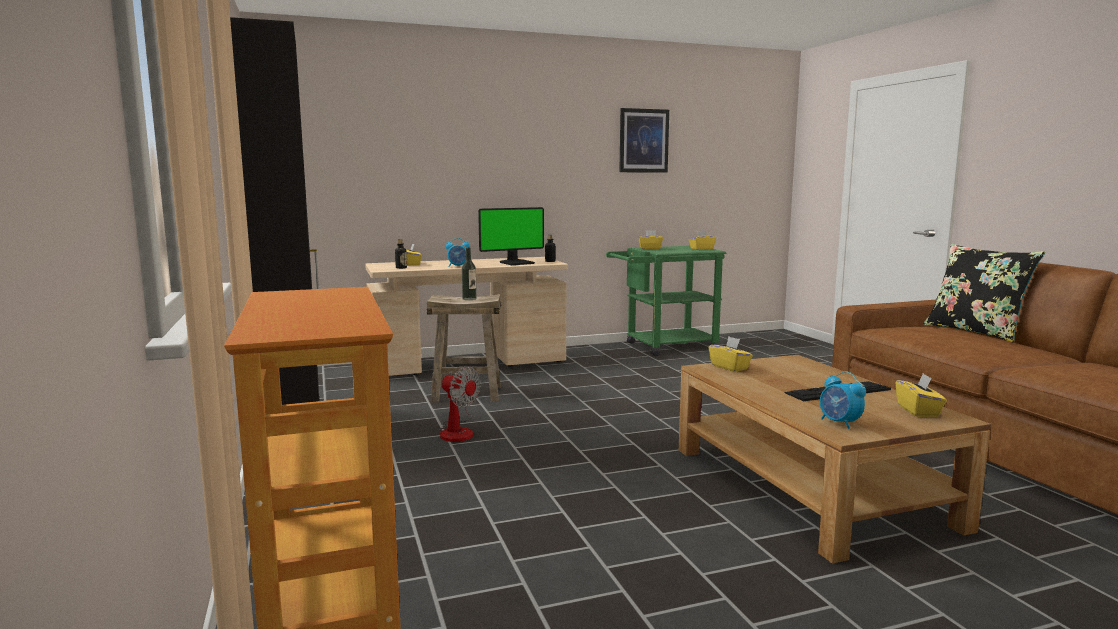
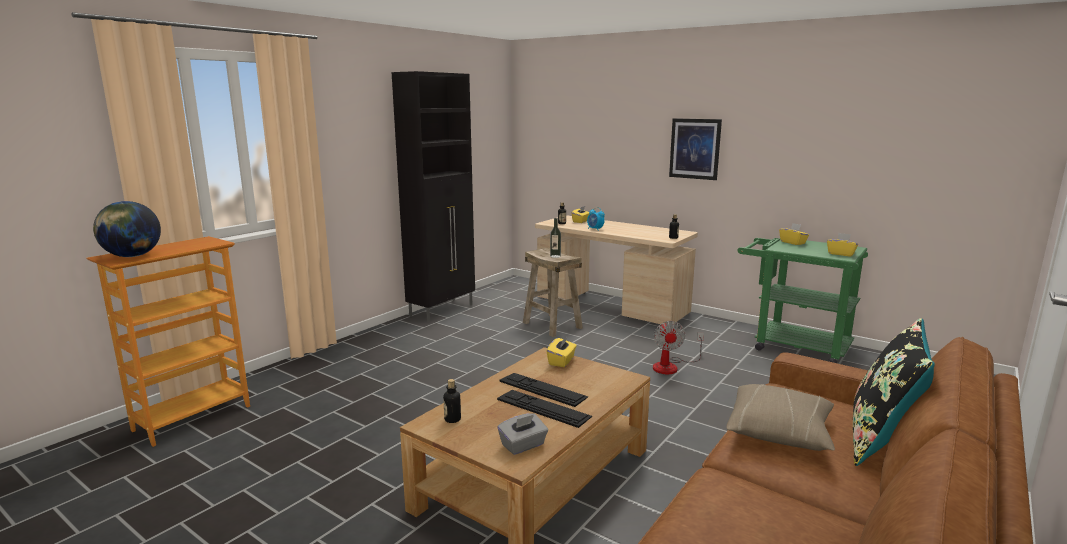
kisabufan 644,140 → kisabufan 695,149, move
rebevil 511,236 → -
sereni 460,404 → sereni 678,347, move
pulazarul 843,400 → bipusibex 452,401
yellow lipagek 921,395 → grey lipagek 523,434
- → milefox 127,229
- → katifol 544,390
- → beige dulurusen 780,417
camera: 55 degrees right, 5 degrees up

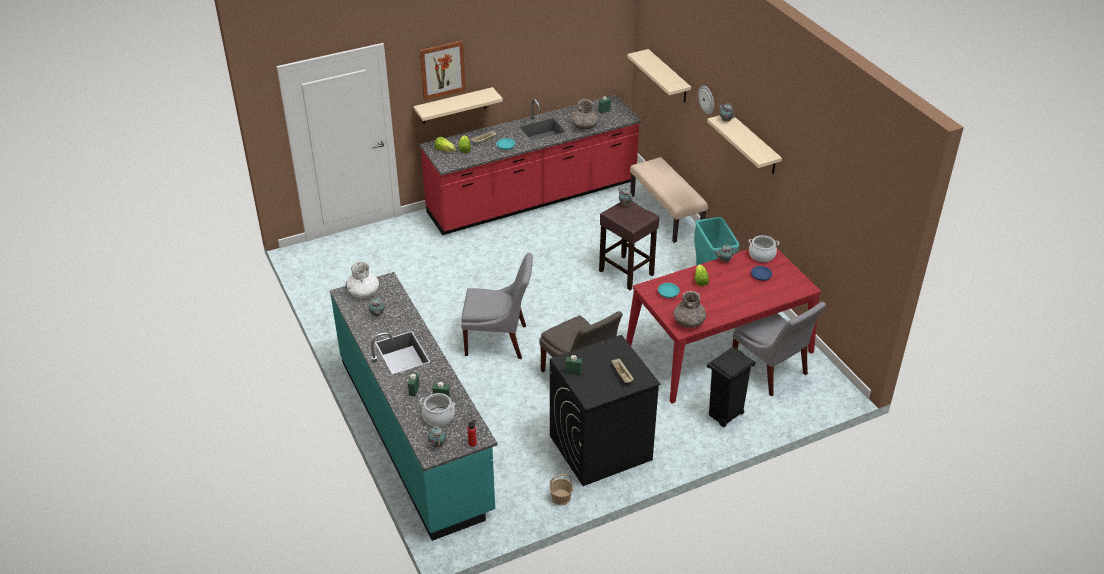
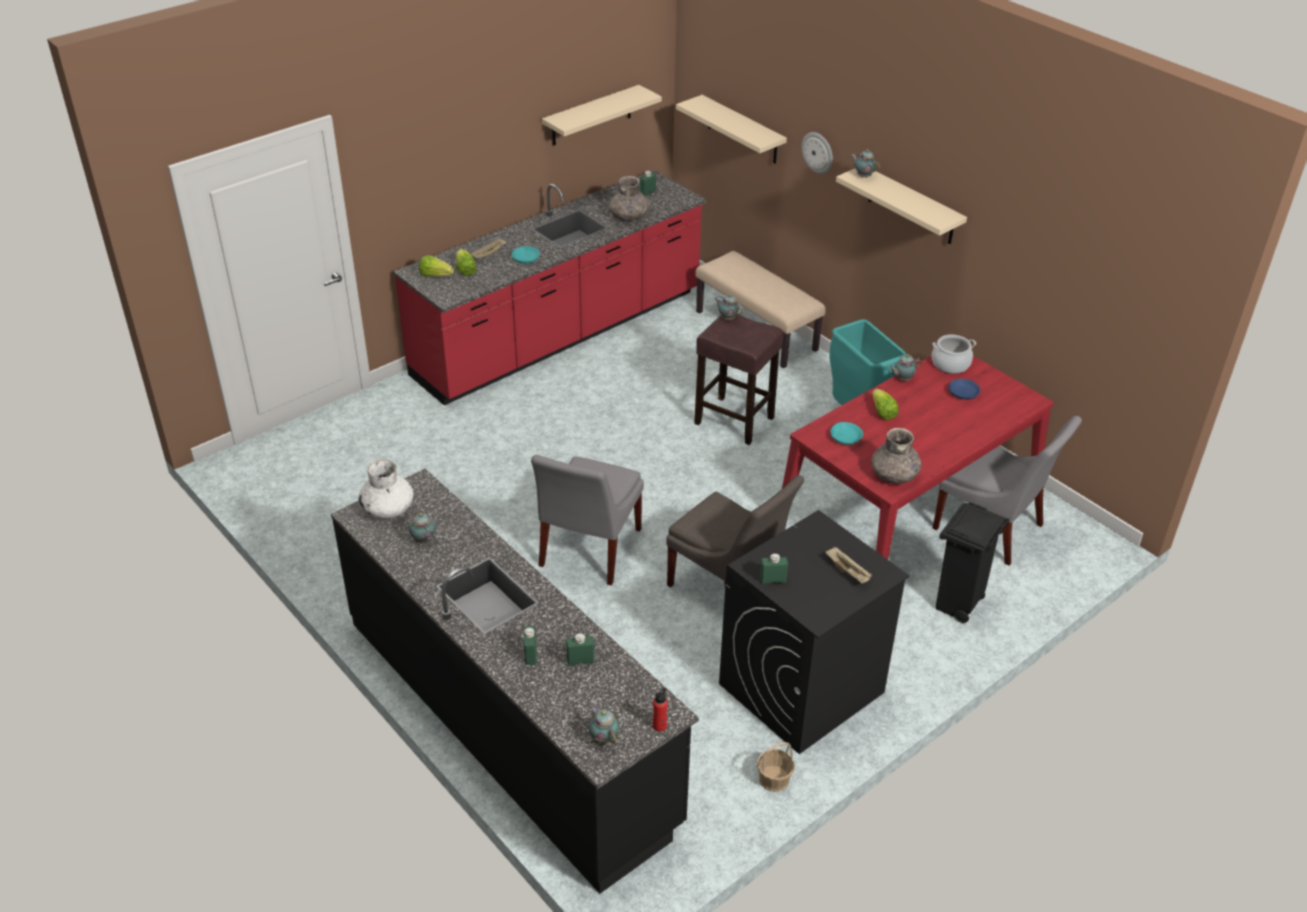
kisabufan 442,70 → -
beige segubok 458,105 → beige segubok 602,115, move
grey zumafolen 497,306 → grey zumafolen 587,520, 120 degrees clockwise
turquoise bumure 413,406 → black bumure 515,681
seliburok 437,410 → -
camera: 15 degrees left, 0 degrees up

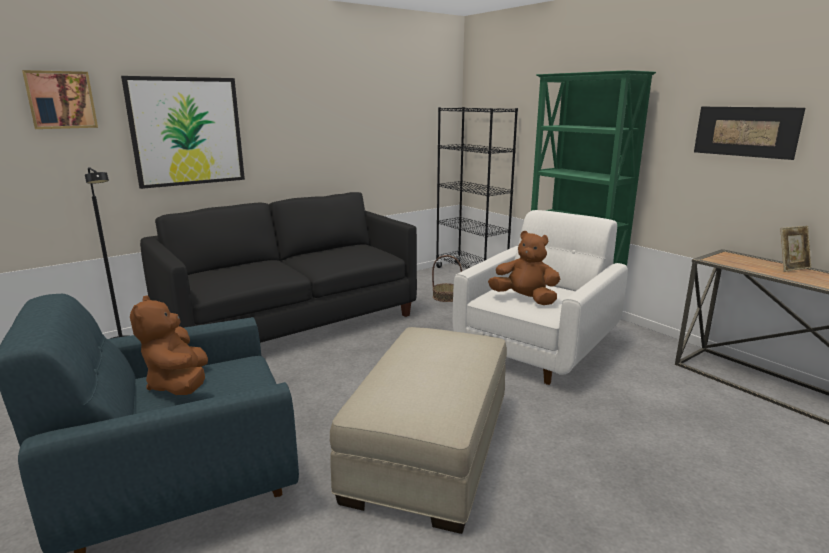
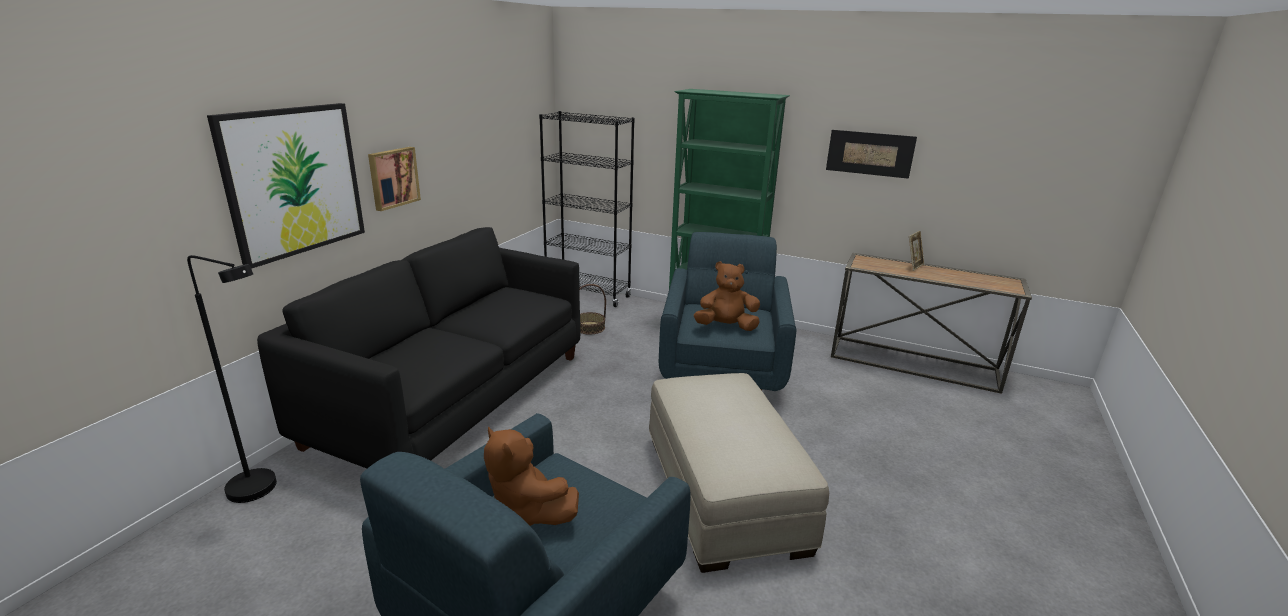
kisabufan 60,99 → kisabufan 394,179, move
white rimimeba 540,297 → blue rimimeba 727,311
camera: 30 degrees left, 5 degrees up

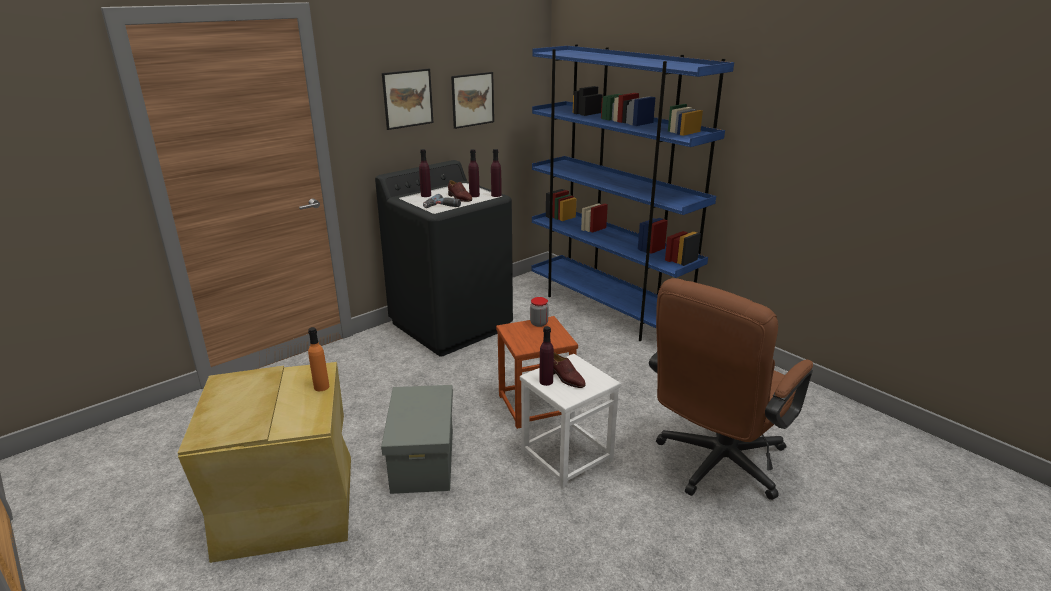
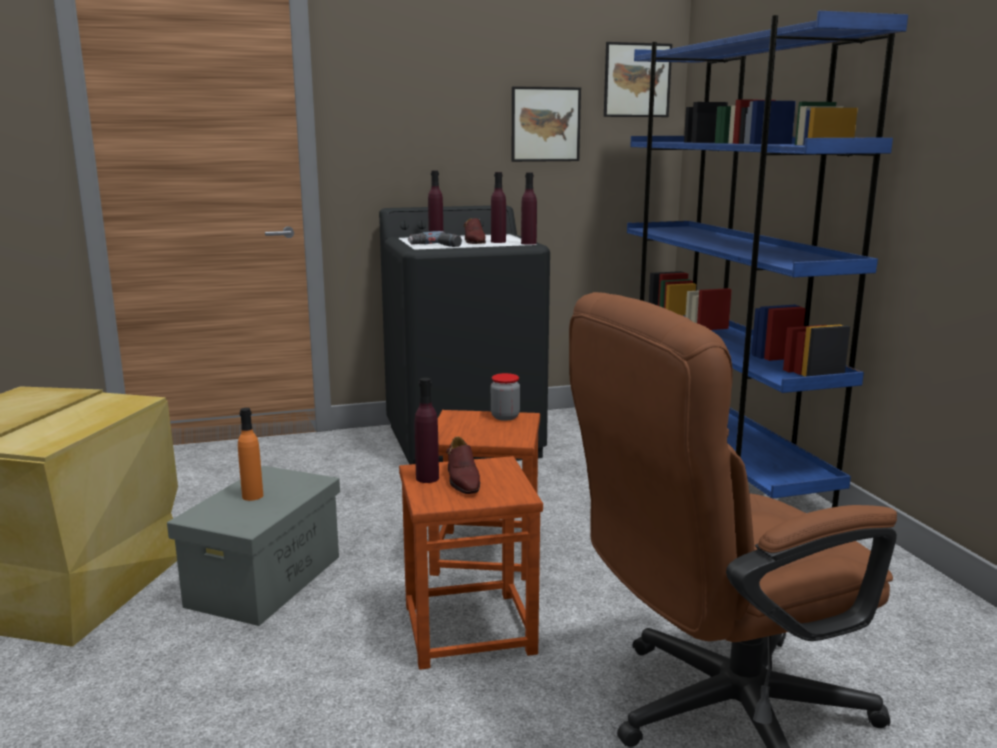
kisabufan 407,99 → kisabufan 638,79, move
orange bipusibex 318,359 → orange bipusibex 250,454, move
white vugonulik 570,421 → brown vugonulik 471,563
camera: 25 degrees right, 10 degrees down

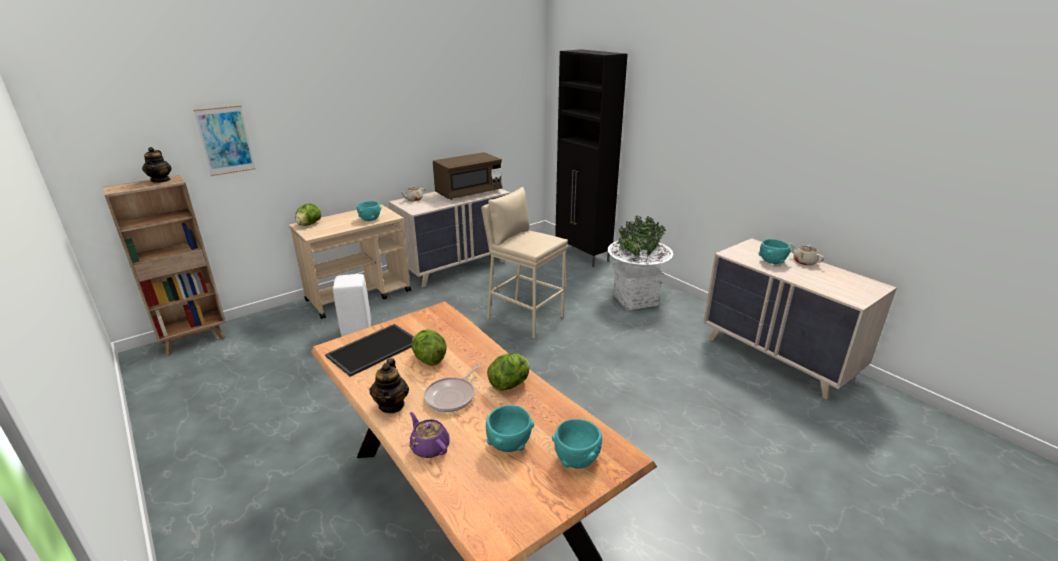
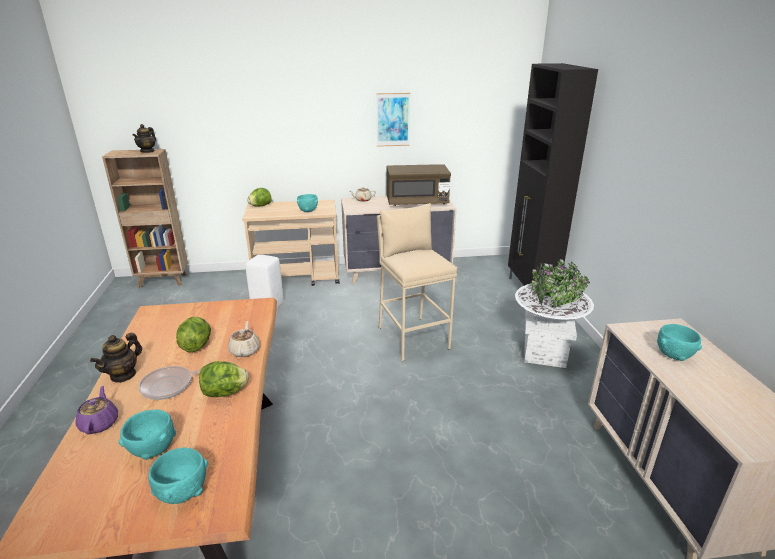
kisabufan 224,140 → kisabufan 393,120, move
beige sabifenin 807,254 → beige sabifenin 244,339, move
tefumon 369,350 → -
camera: 30 degrees right, 0 degrees up

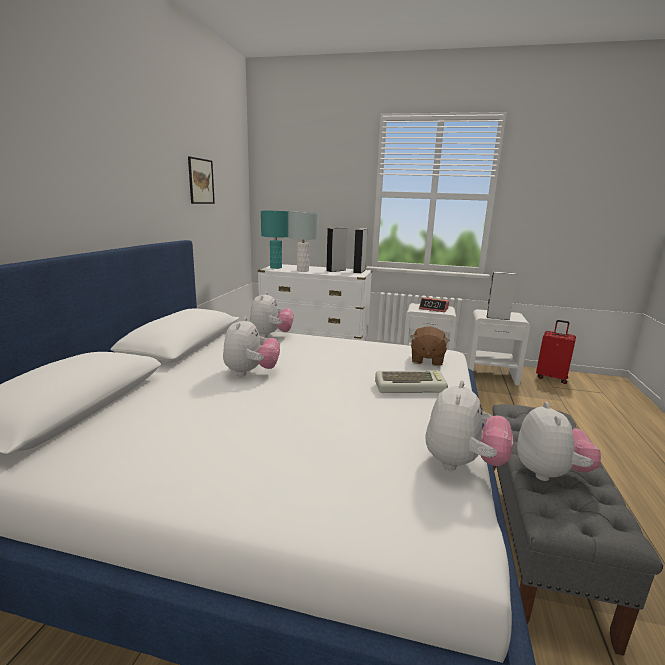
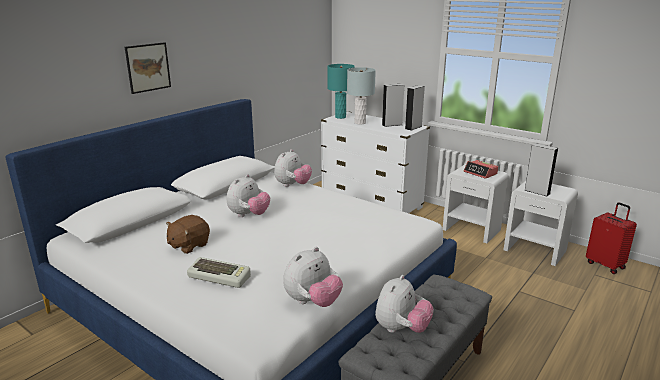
kisabufan 201,180 → kisabufan 148,68, move
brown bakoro 430,346 → brown bakoro 188,234, move
katifol 411,382 → katifol 219,272, move
camera: 25 degrees right, 5 degrees up

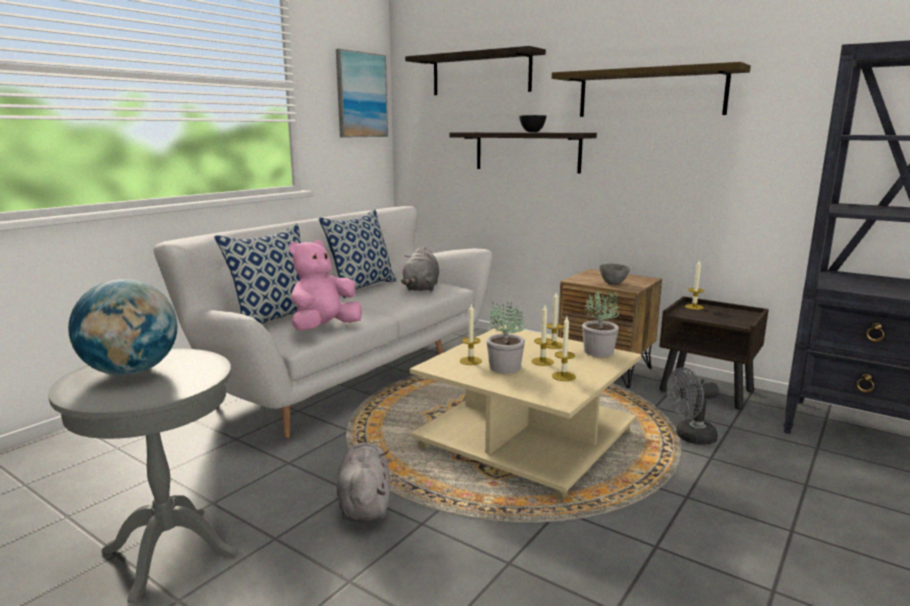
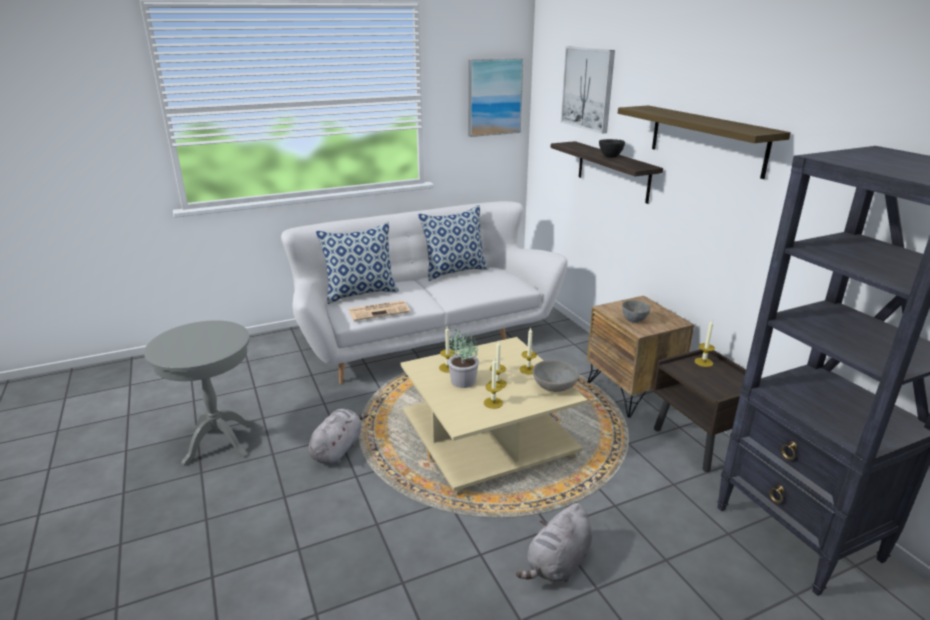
segubok 475,70 → kisabufan 588,90
pink bakoro 325,285 → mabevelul 379,310
grey bakoro 420,269 → grey bakoro 554,542, move
milefox 122,327 → -
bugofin 600,323 → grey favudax 556,376
grey sereni 693,406 → -
camera: 30 degrees right, 10 degrees up

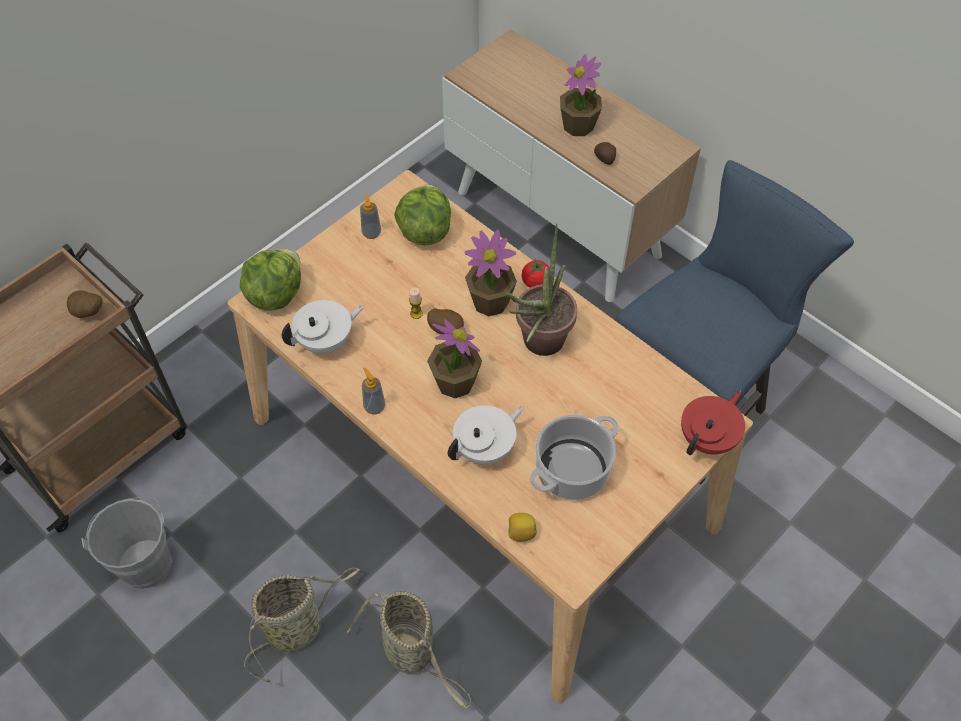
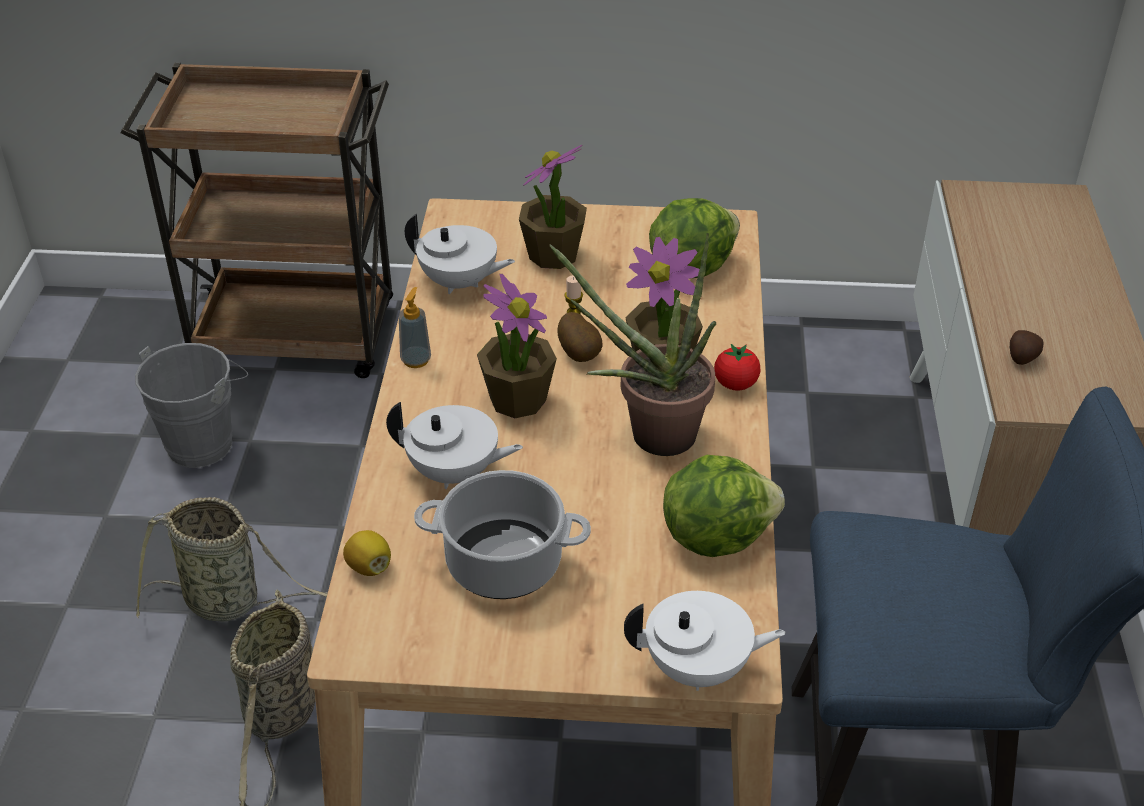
bugofin 581,95 → bugofin 553,207, move
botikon 370,217 → -
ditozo 270,279 → ditozo 724,506, move
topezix 85,304 → -
red sabifenin 713,422 → white sabifenin 705,641
camera: 50 degrees right, 15 degrees down

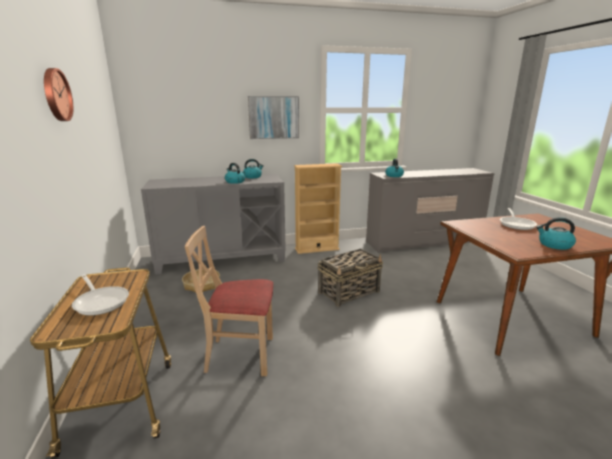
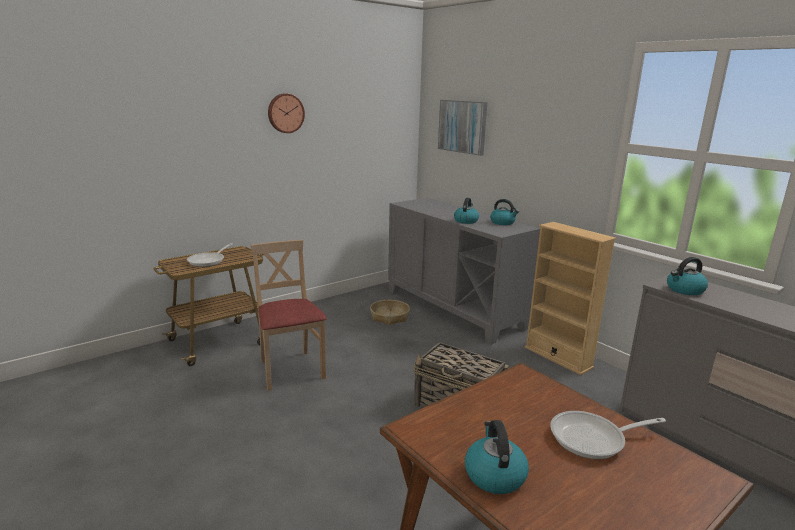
kisabufan 273,117 → kisabufan 463,128, move
camera: 65 degrees right, 0 degrees up

